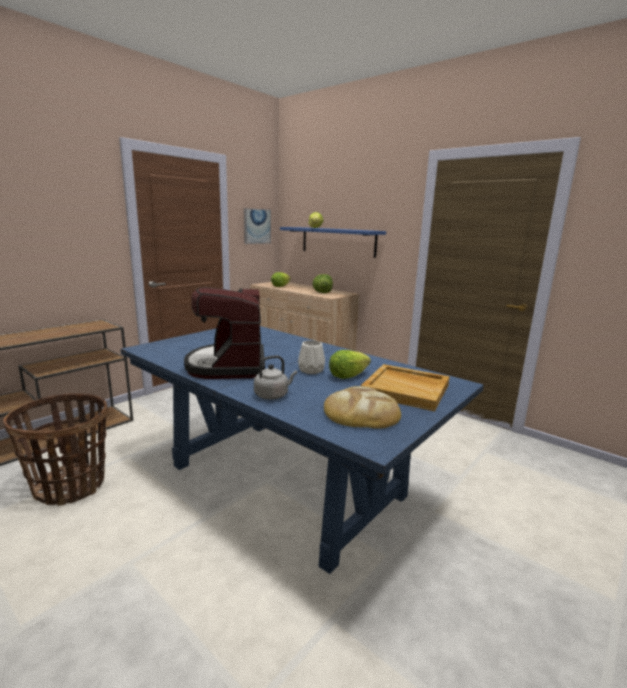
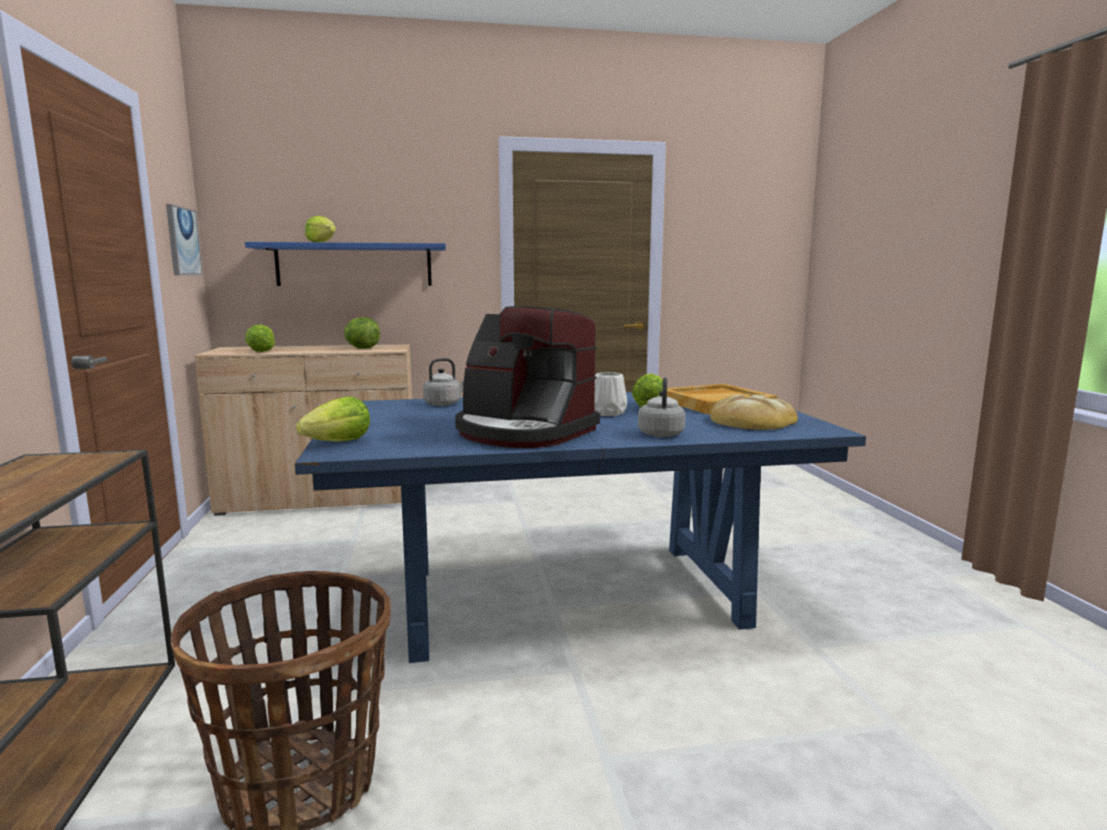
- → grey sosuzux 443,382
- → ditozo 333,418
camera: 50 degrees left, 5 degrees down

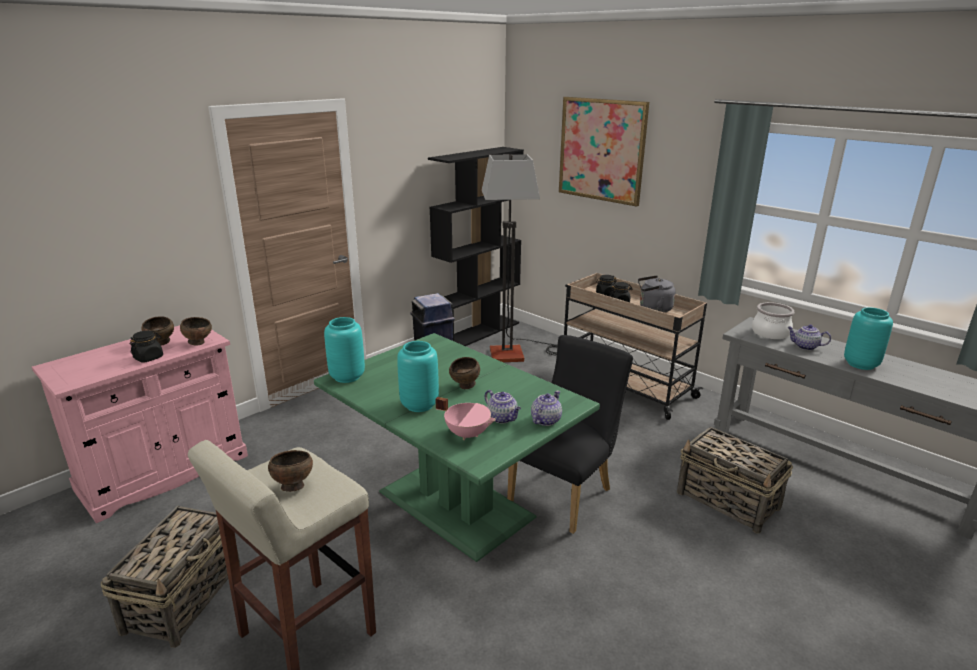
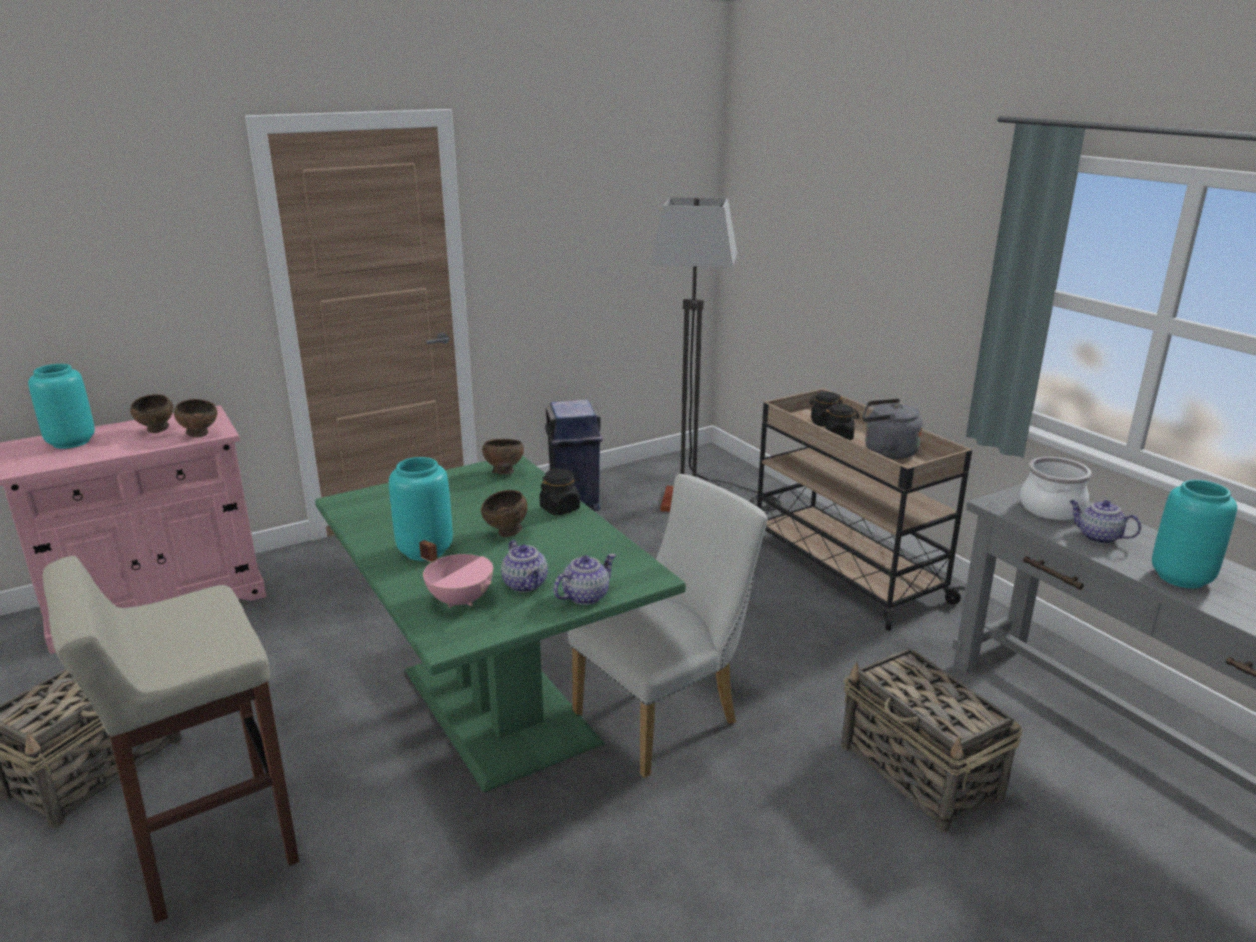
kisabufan 604,152 → -
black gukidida 476,246 → -
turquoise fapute 344,350 → turquoise fapute 61,406, move
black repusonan 146,346 → black repusonan 559,491, move
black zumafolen 570,434 → white zumafolen 667,626
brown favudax 290,471 → brown favudax 503,456, move
camera: 15 degrees right, 0 degrees up

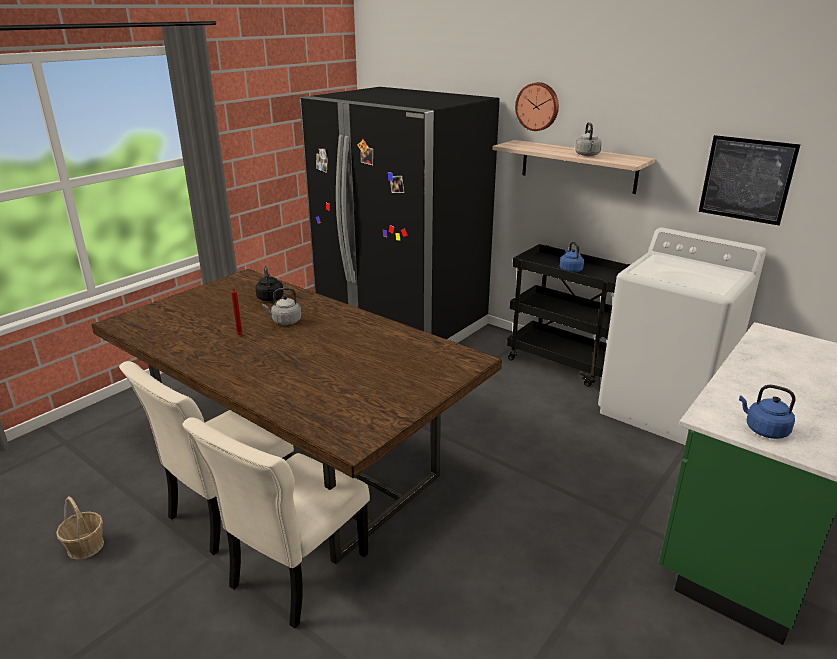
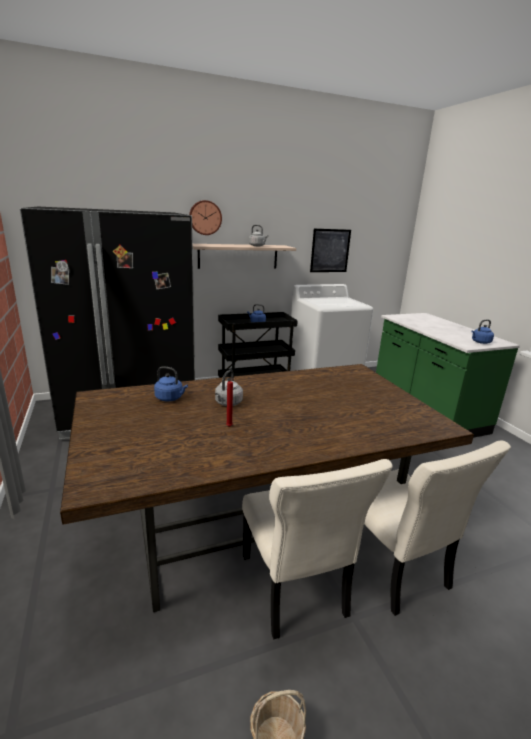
black sosuzux 269,283 → blue sosuzux 171,384
camera: 60 degrees left, 5 degrees down

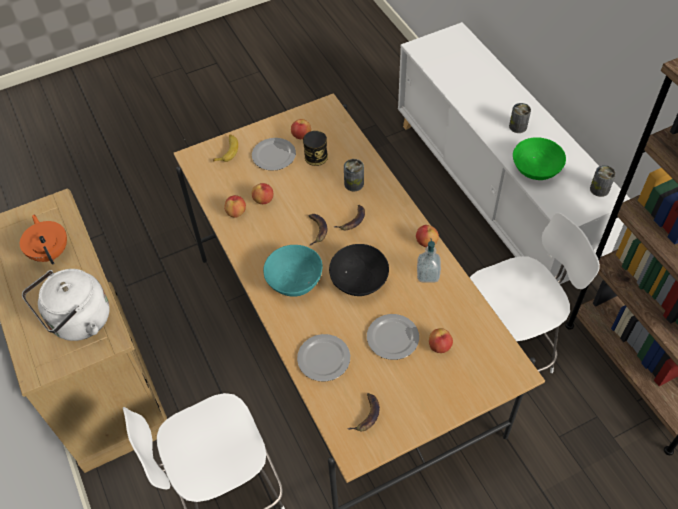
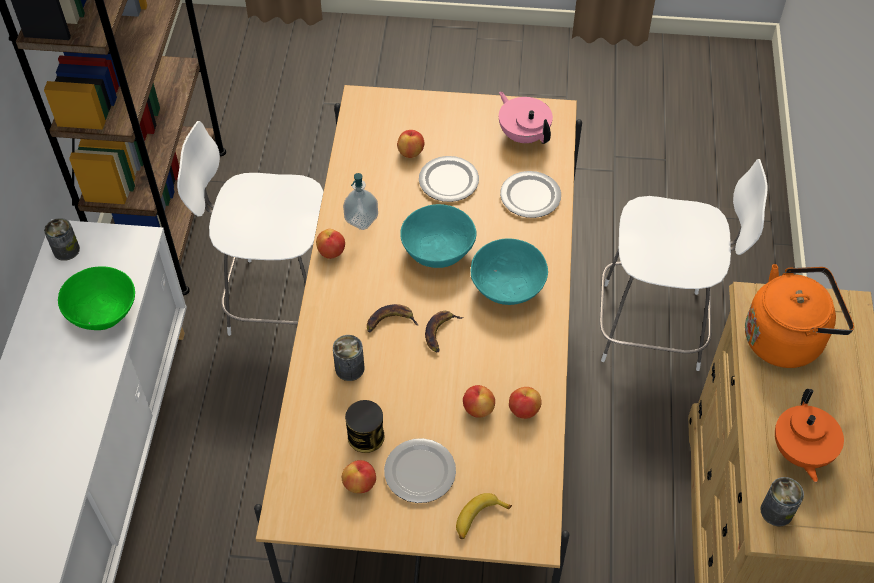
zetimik 520,118 → zetimik 782,502, move
black favudax 359,270 → turquoise favudax 438,236
white sosuzux 66,305 → orange sosuzux 799,316
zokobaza 364,412 → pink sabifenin 526,117
camera: 150 degrees left, 0 degrees up

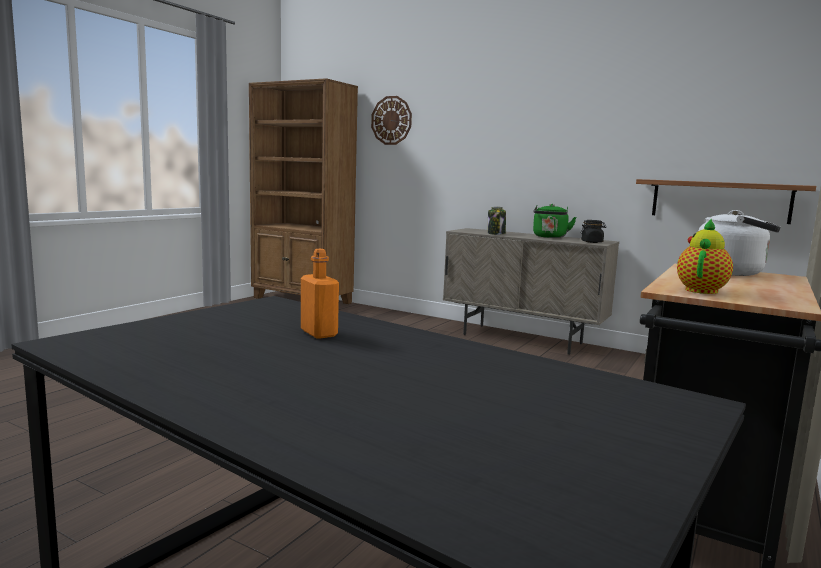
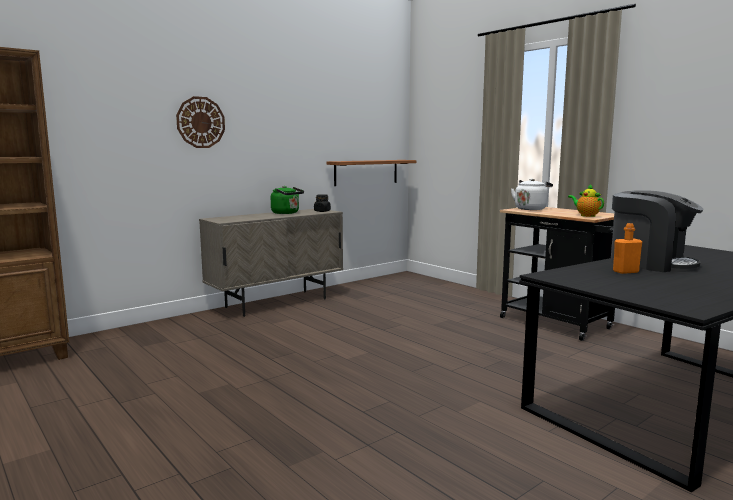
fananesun 391,120 → fananesun 200,122, move
repusonan 497,221 → -
- → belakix 657,231
camera: 70 degrees left, 0 degrees up

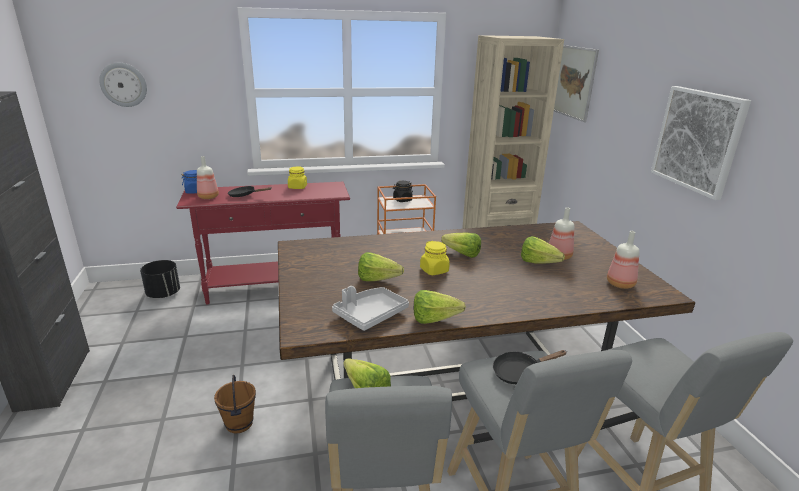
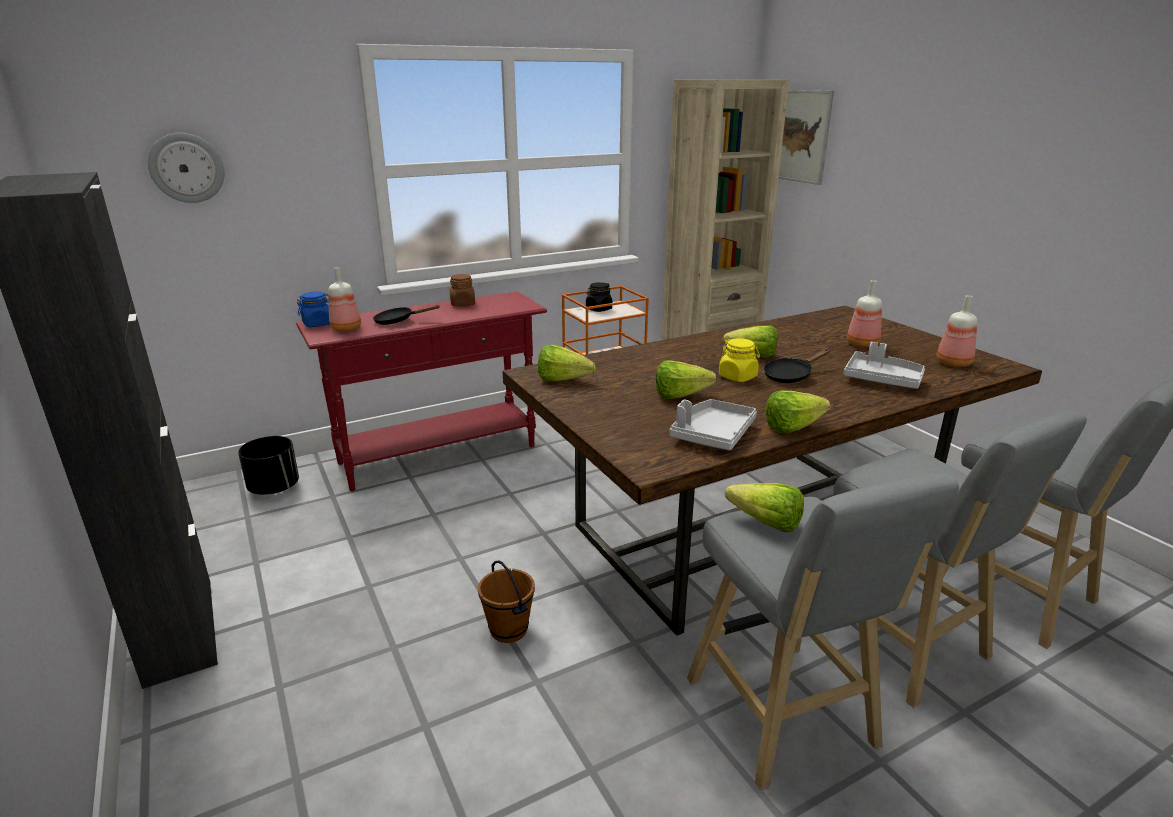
kisabufan 701,143 → -
yellow repusonan 297,177 → brown repusonan 462,290
ditozo 543,250 → ditozo 567,362, move
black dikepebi 530,367 → black dikepebi 797,366, move
- → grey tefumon 884,365
camera: 15 degrees left, 0 degrees up

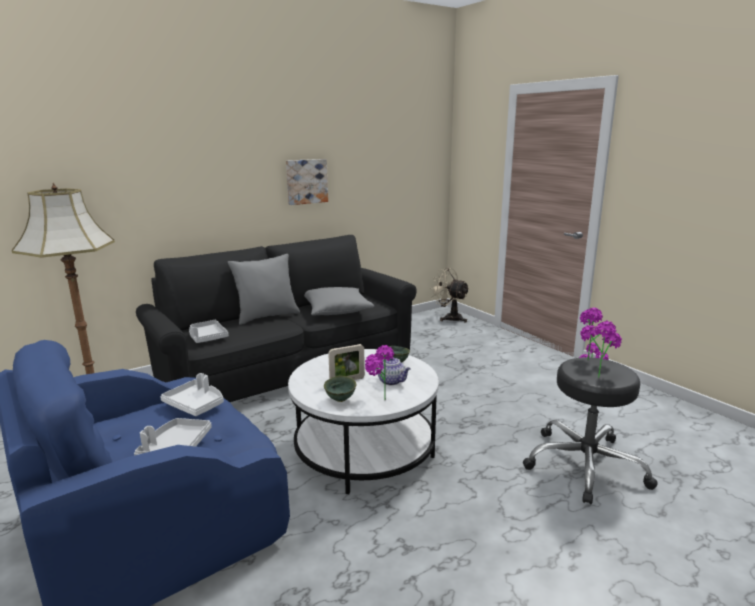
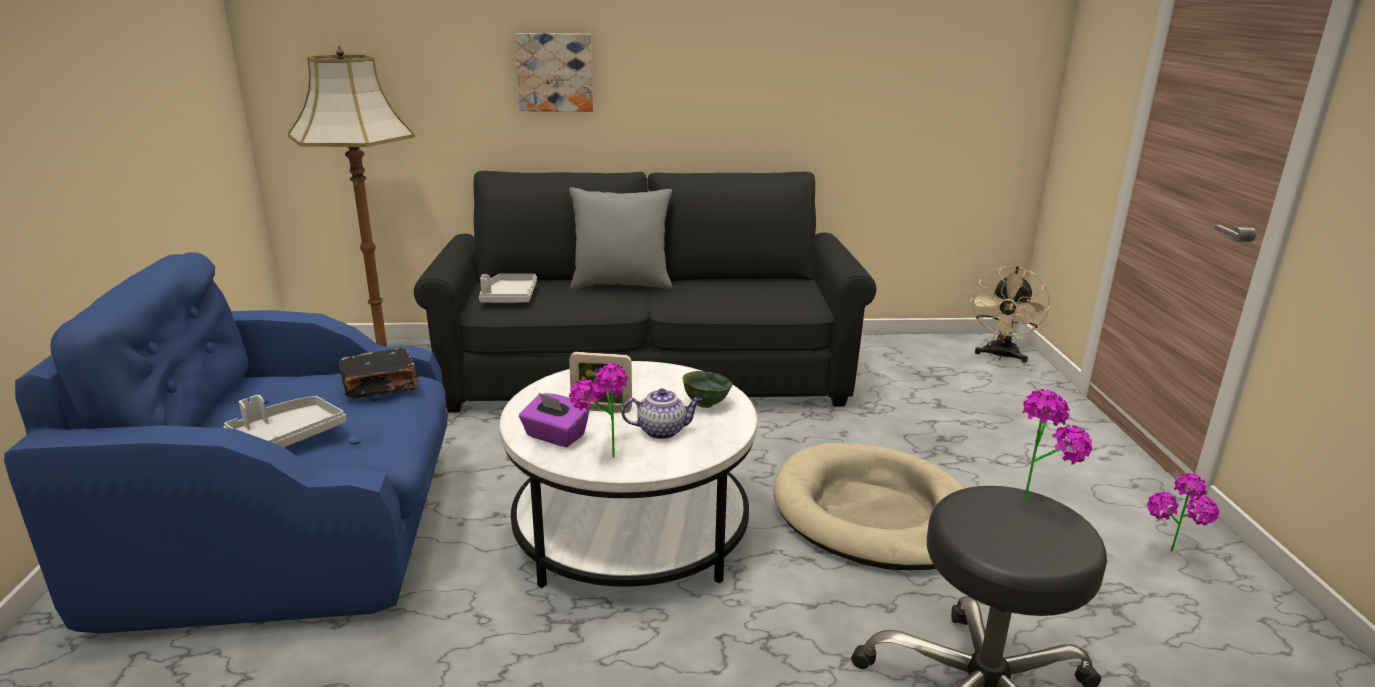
kisabufan 307,182 → kisabufan 554,72, move
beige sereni 449,295 → beige sereni 1010,314, 135 degrees counterclockwise
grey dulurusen 339,301 → -
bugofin 601,350 → -
sabifenin 393,371 → sabifenin 661,413, 75 degrees counterclockwise
white tefumon 192,394 → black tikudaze 379,373
green favudax 340,389 → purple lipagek 554,419
- → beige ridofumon 870,506
camera: 30 degrees right, 5 degrees up

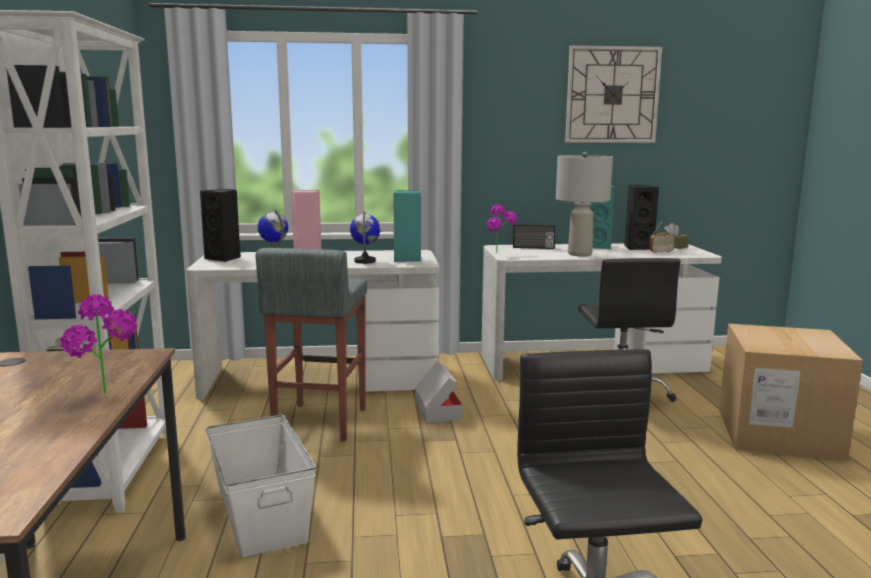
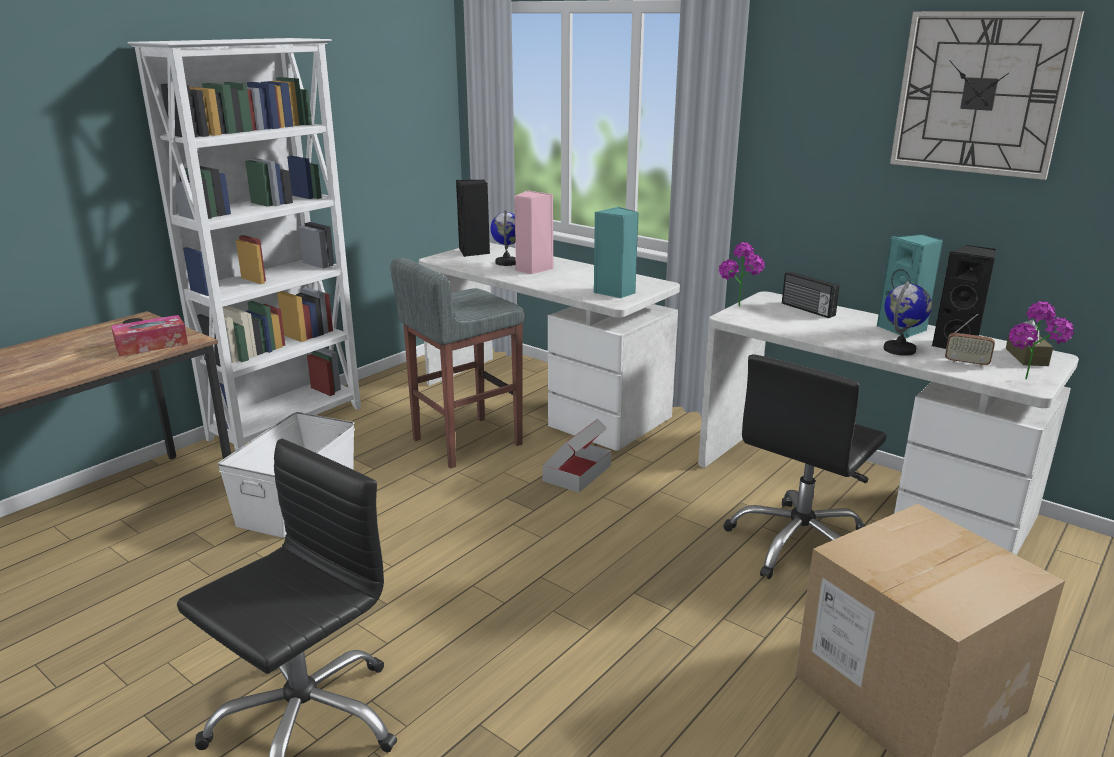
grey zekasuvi 584,204 → -
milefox 365,237 → milefox 908,318, move
bugofin 98,344 → bugofin 1041,340, move
- → lipagek 149,335
camera: 45 degrees right, 10 degrees up

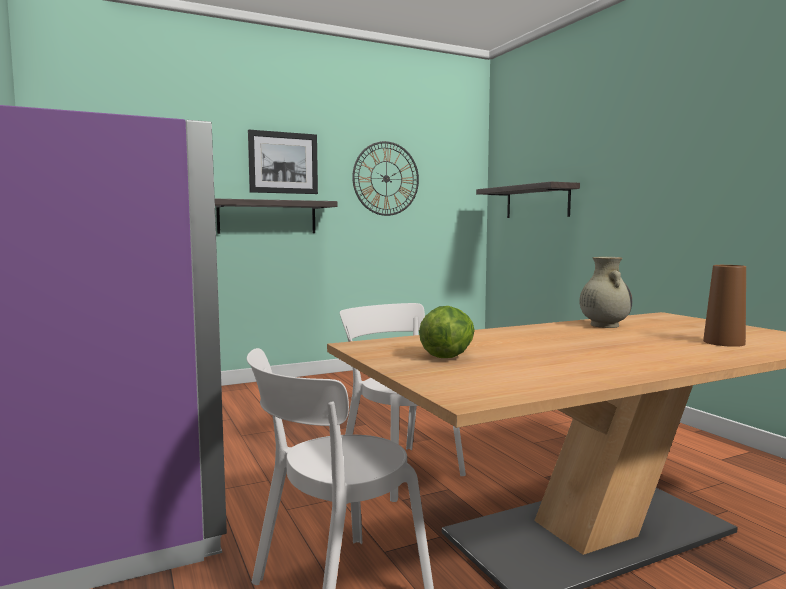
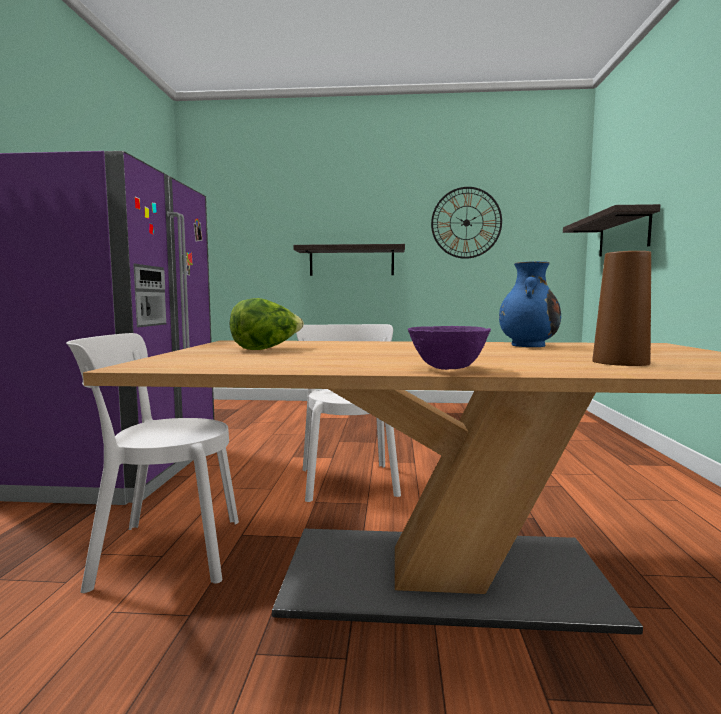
kisabufan 283,162 → -
beige fapute 606,292 → blue fapute 530,304
- → purple favudax 449,348
camera: 30 degrees right, 0 degrees up

